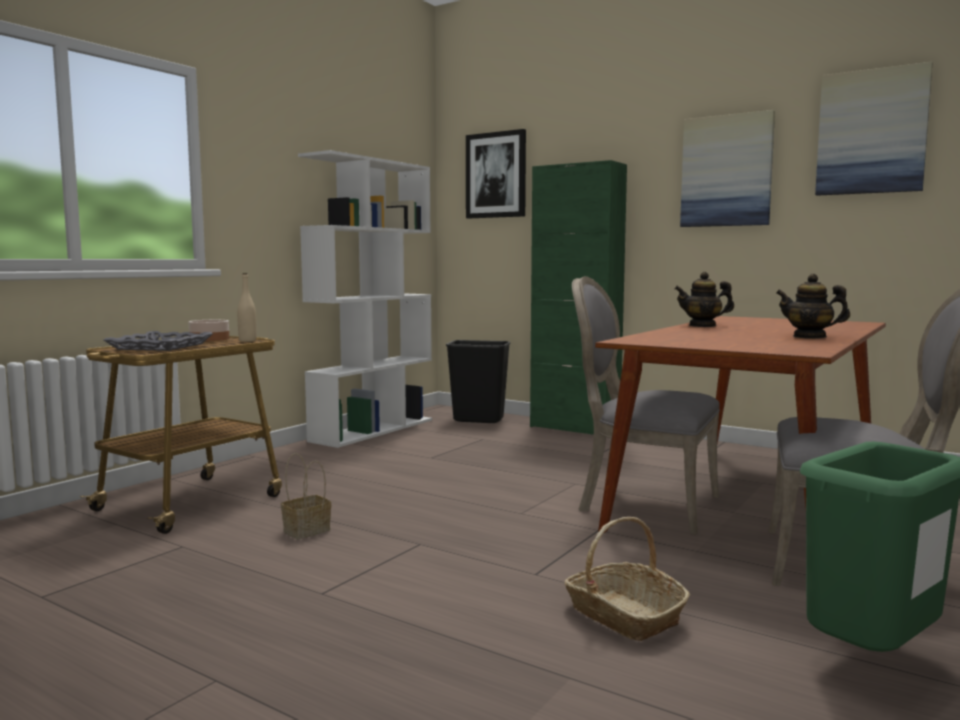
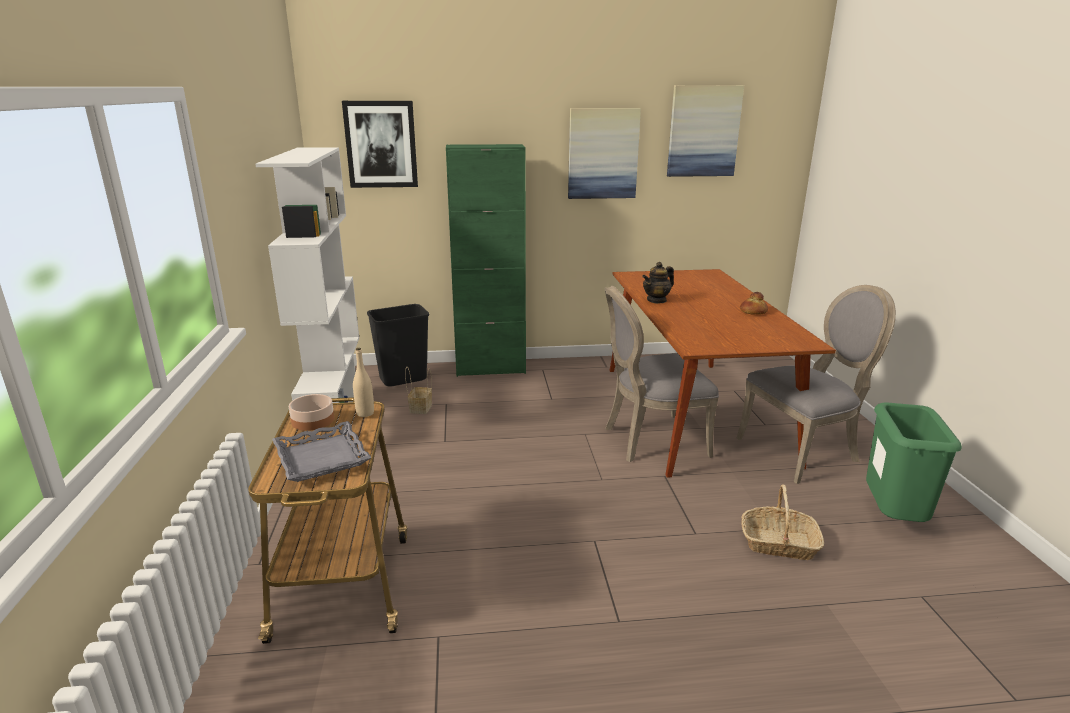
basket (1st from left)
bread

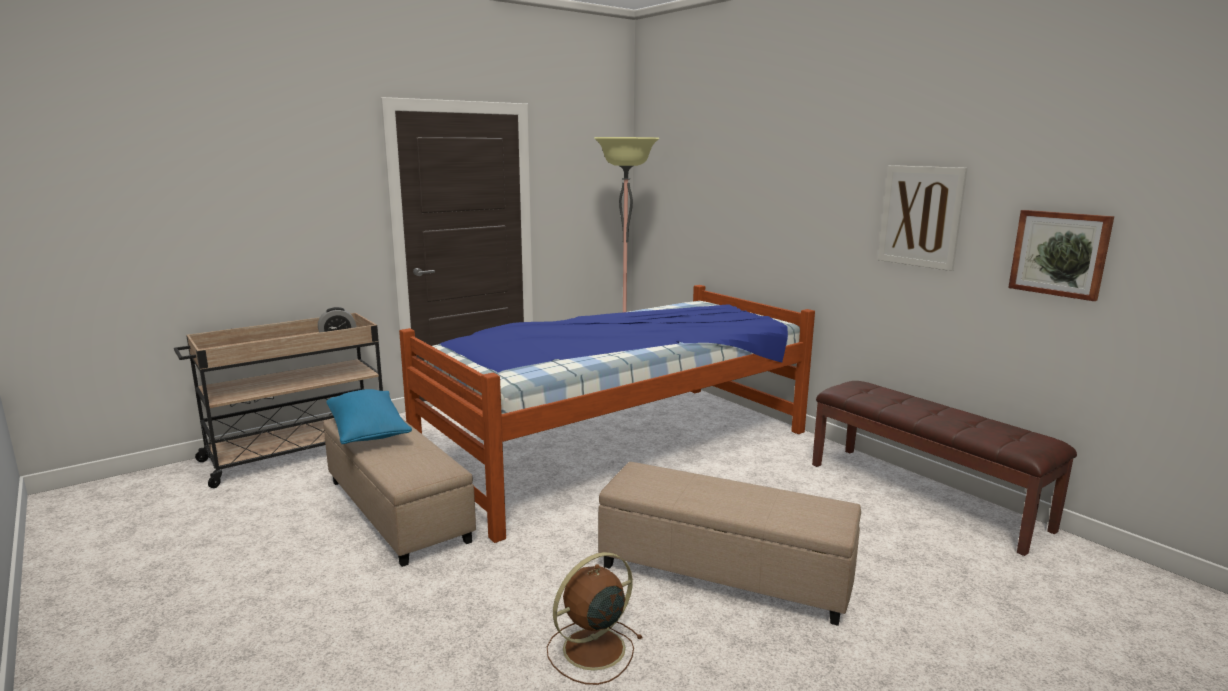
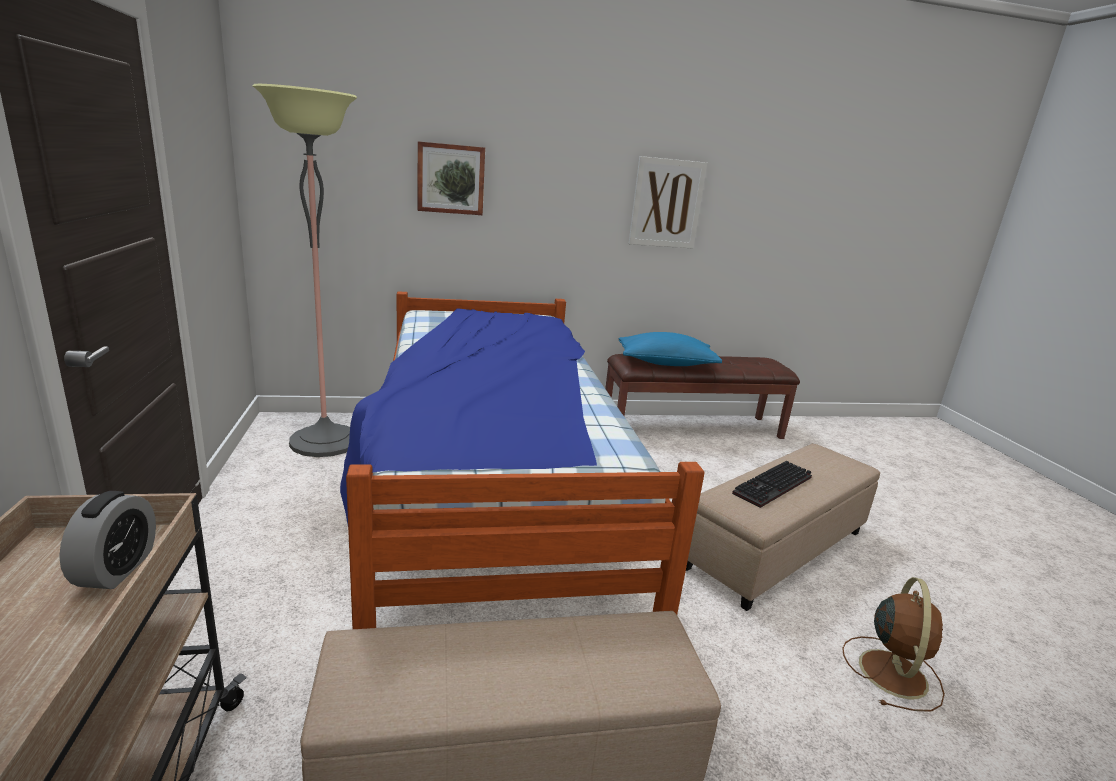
blue pillow
brown fan
picture (1st from left)
keyboard

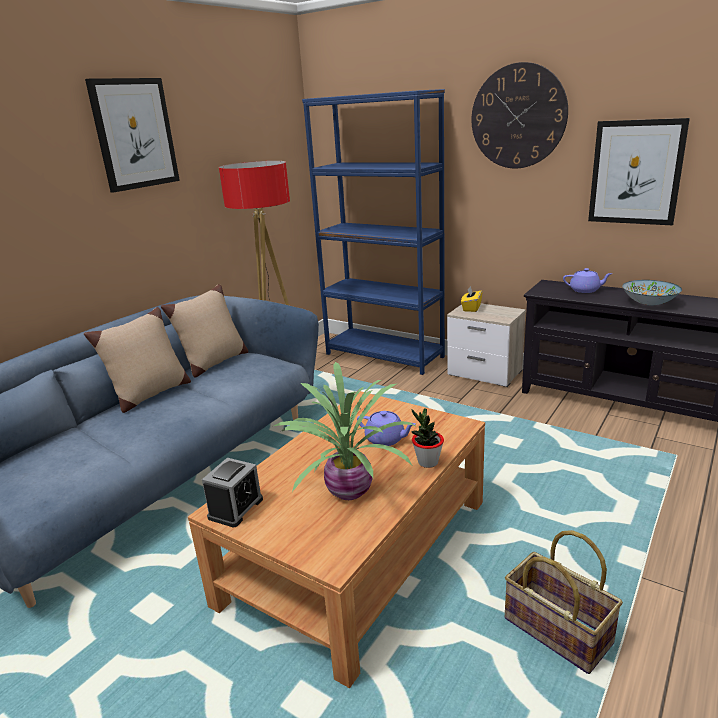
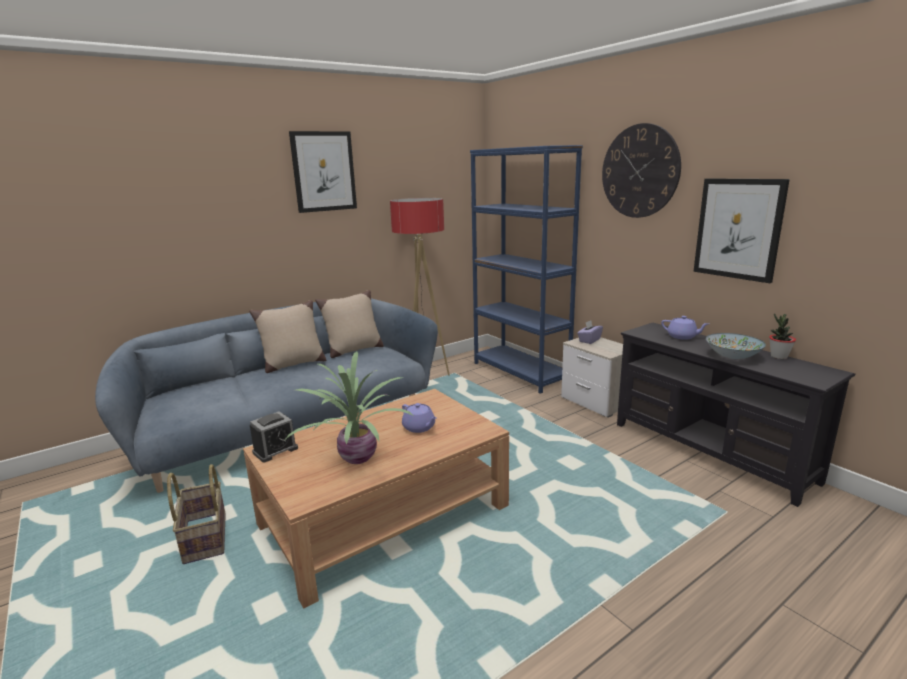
potted plant (2nd from left)
purple tissue box
basket

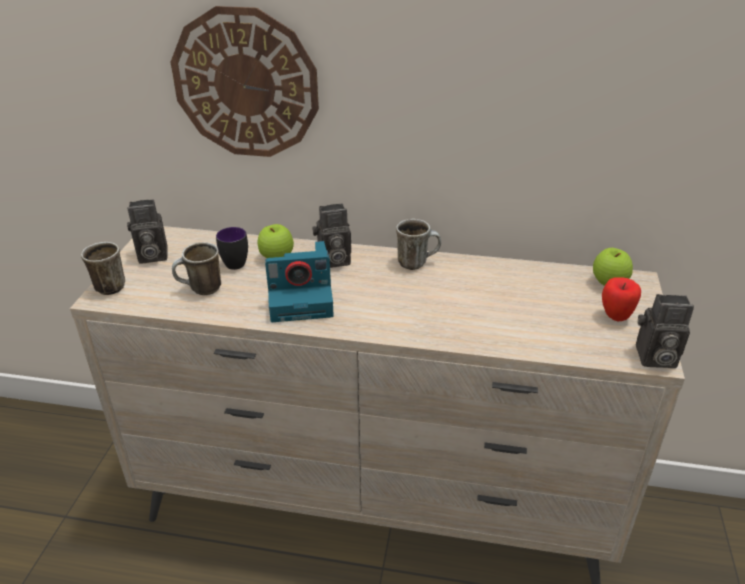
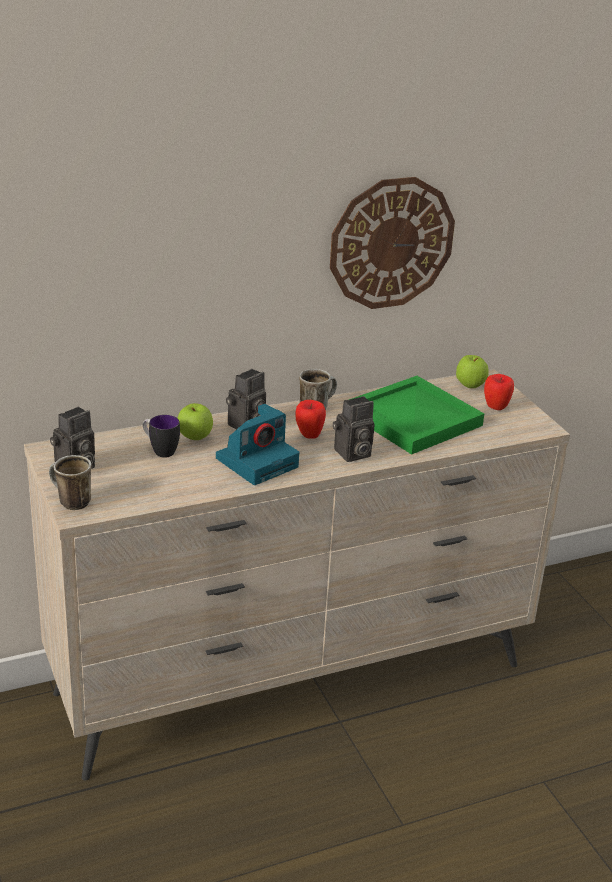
wall clock
mug (2nd from left in the first image)
photo camera (4th from left)
apple (2nd from left)
green tray

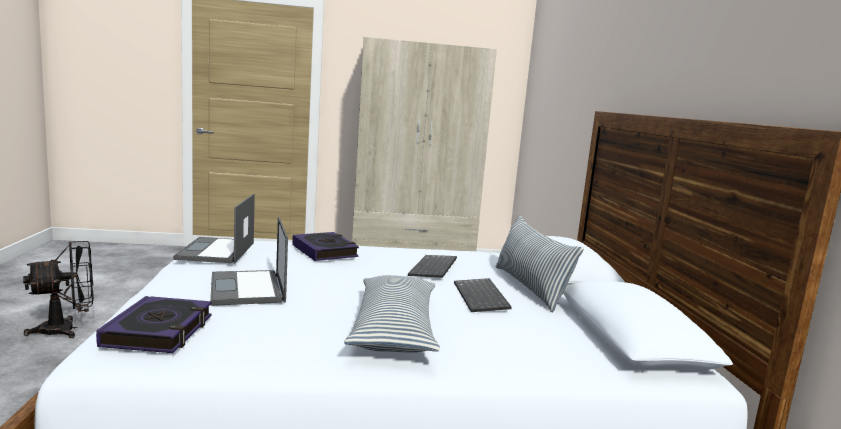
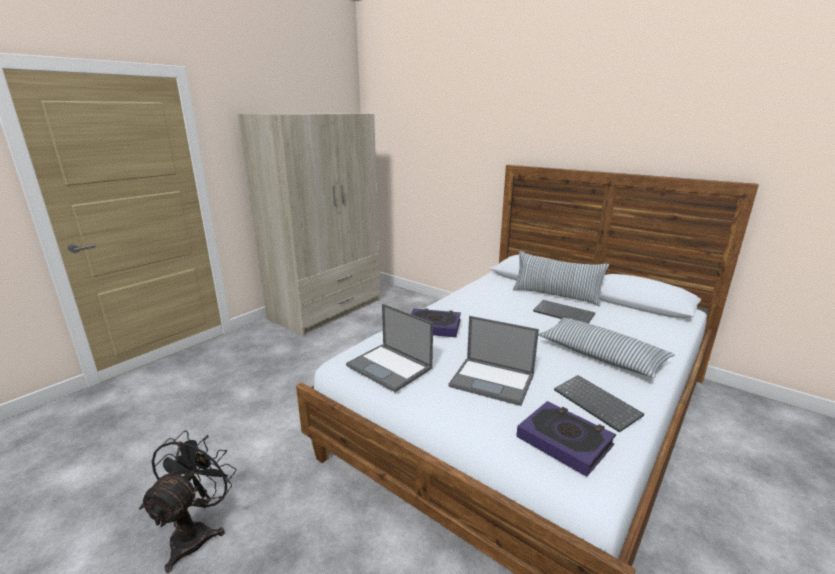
keyboard (2nd from left)

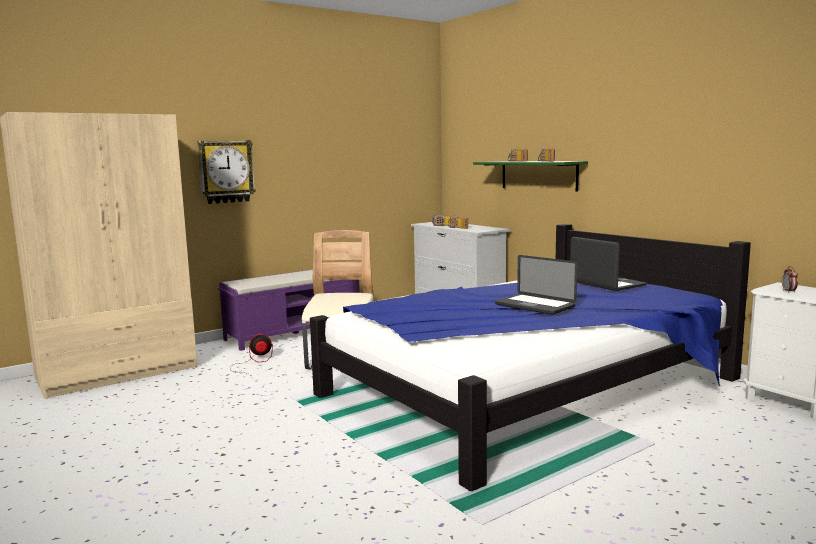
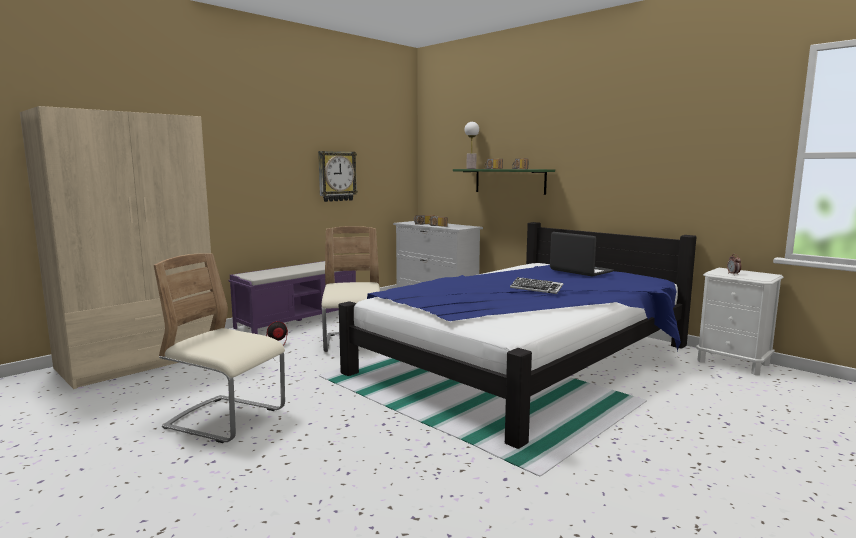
wall clock
keyboard
beige chair (1st from left)
table lamp

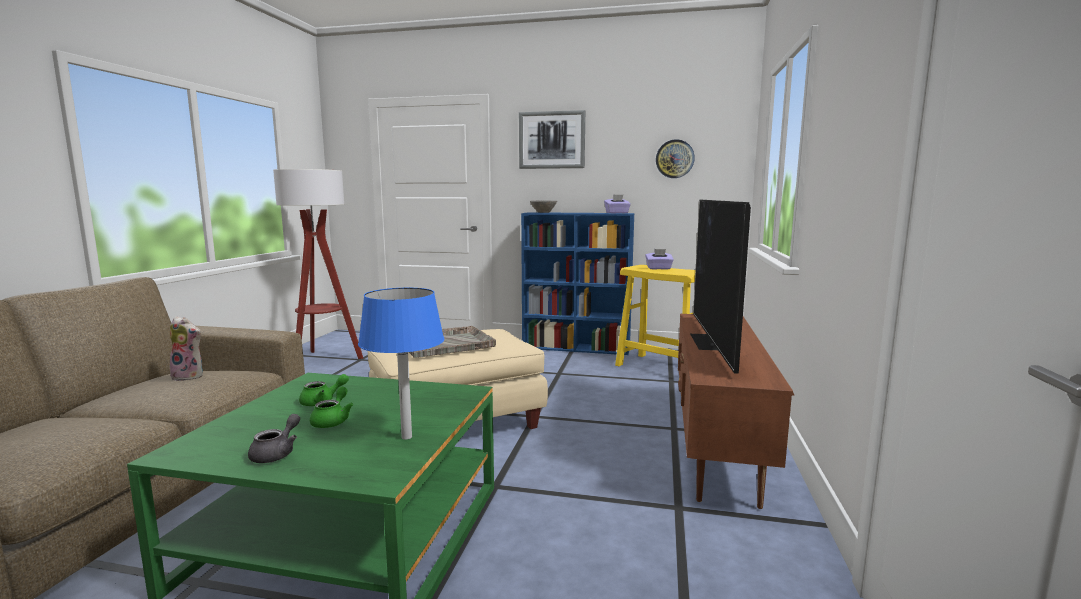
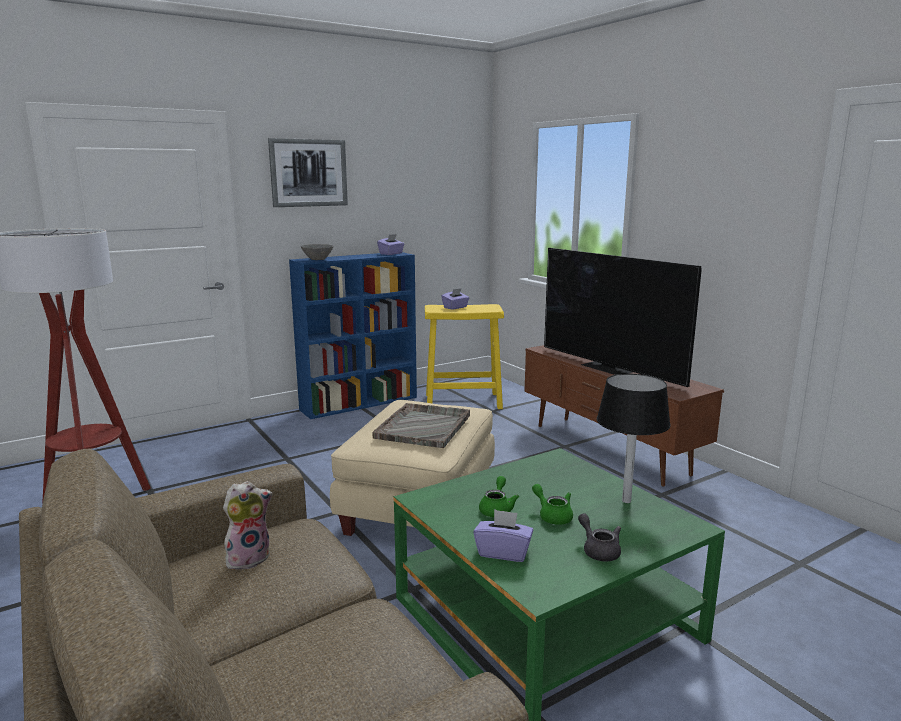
black table lamp
wall clock
purple tissue box (3rd from left)

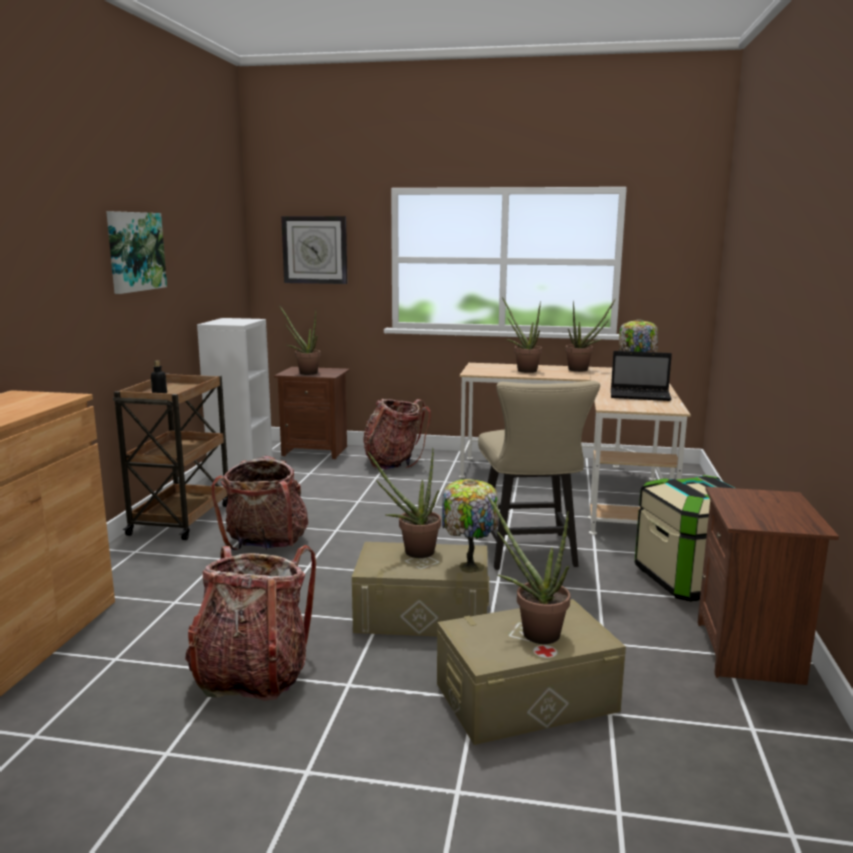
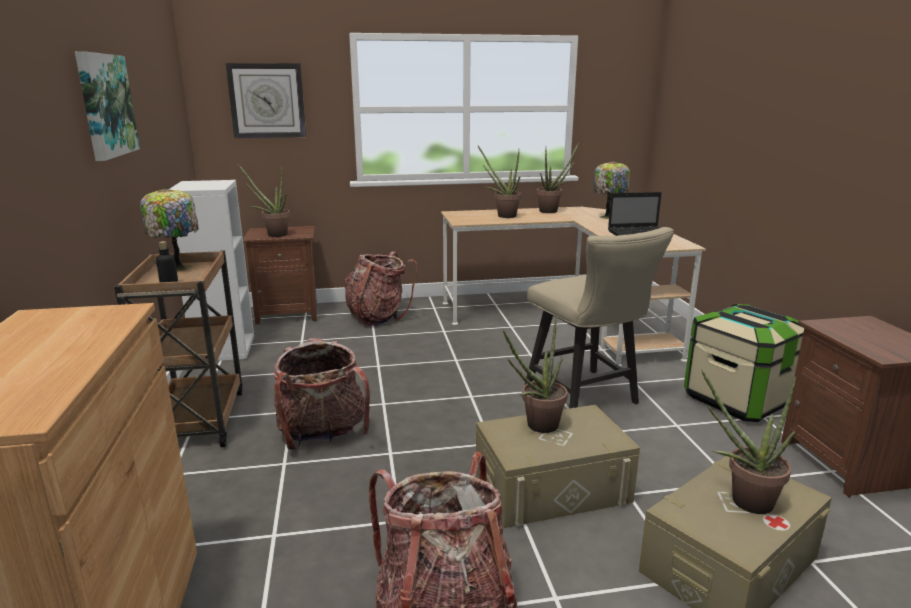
table lamp (1st from left)

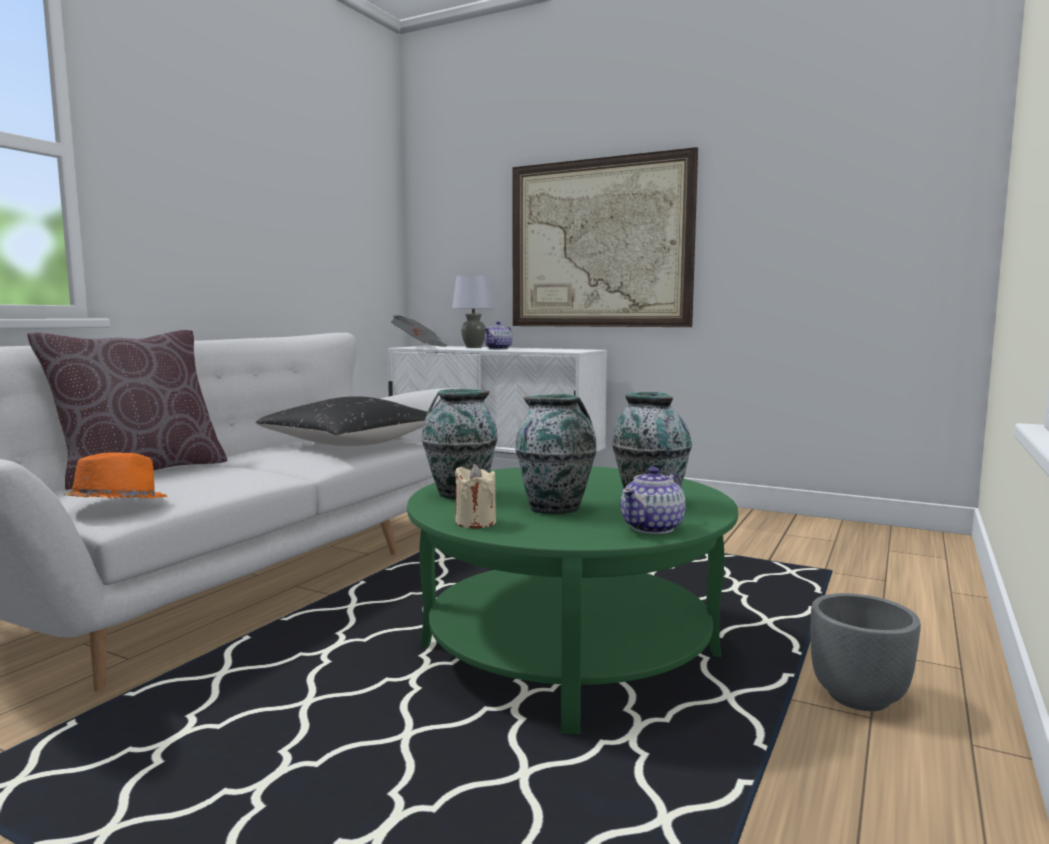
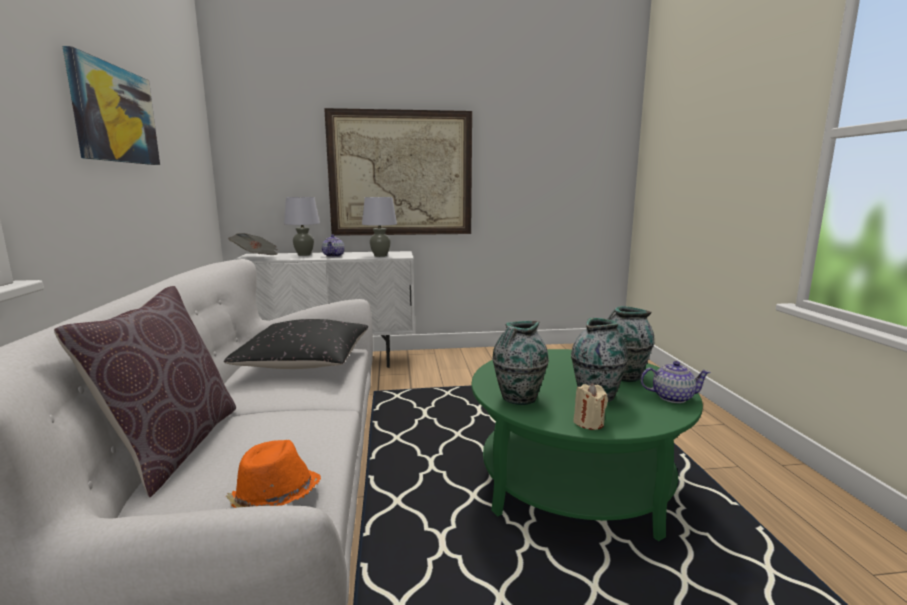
teapot (2nd from left)
grey planter
picture (1st from left)
grey table lamp (2nd from left)

